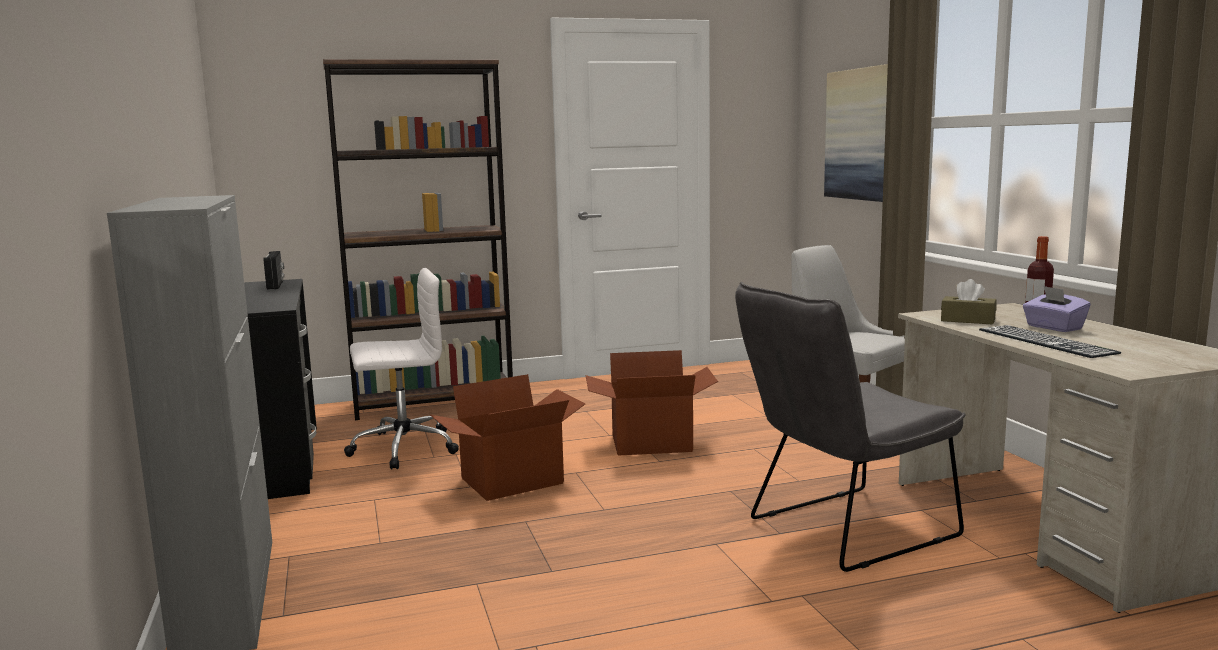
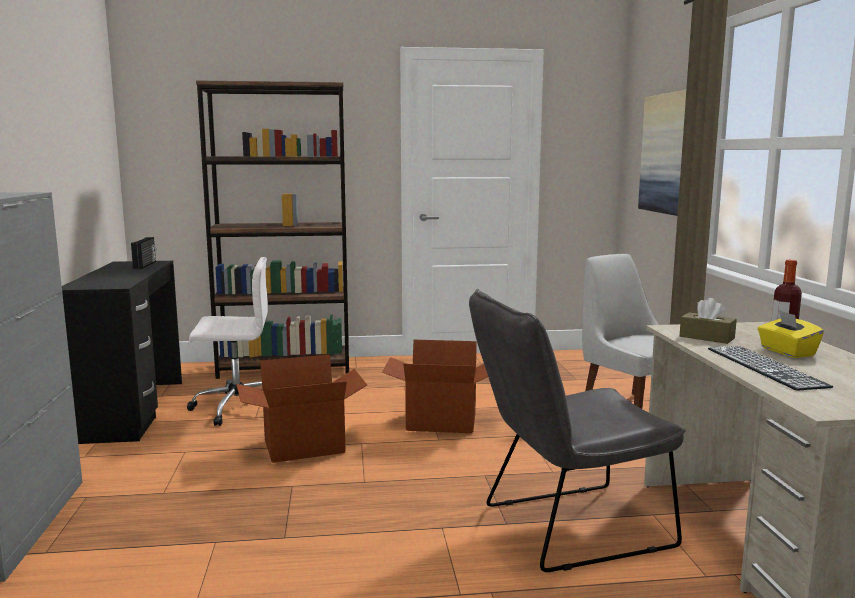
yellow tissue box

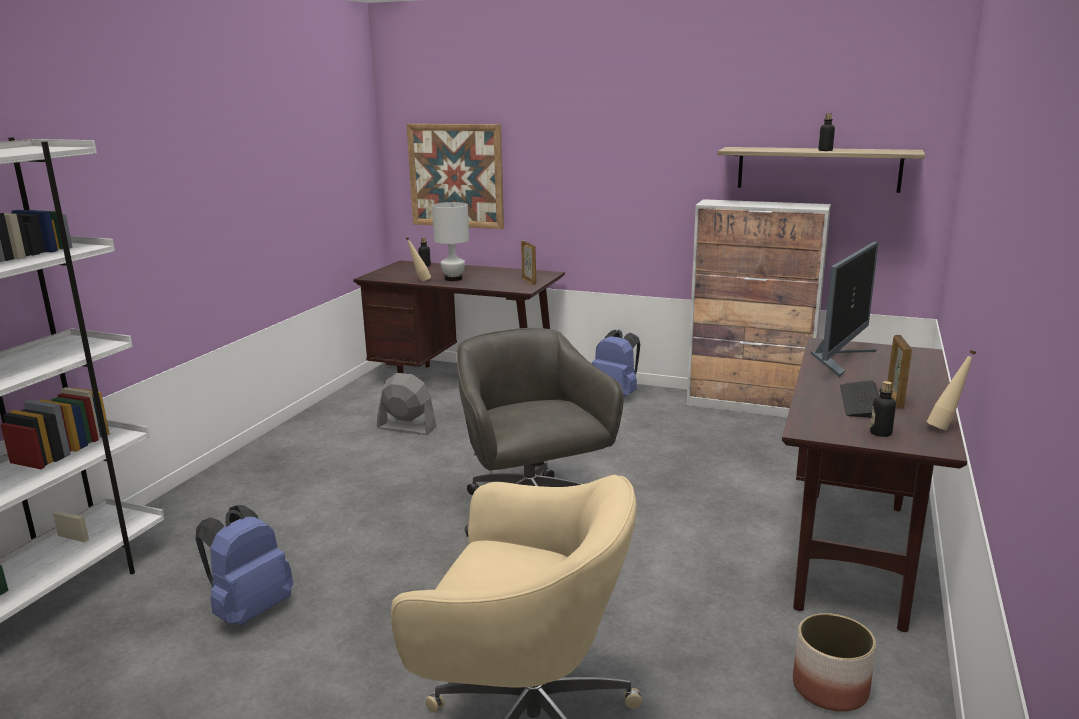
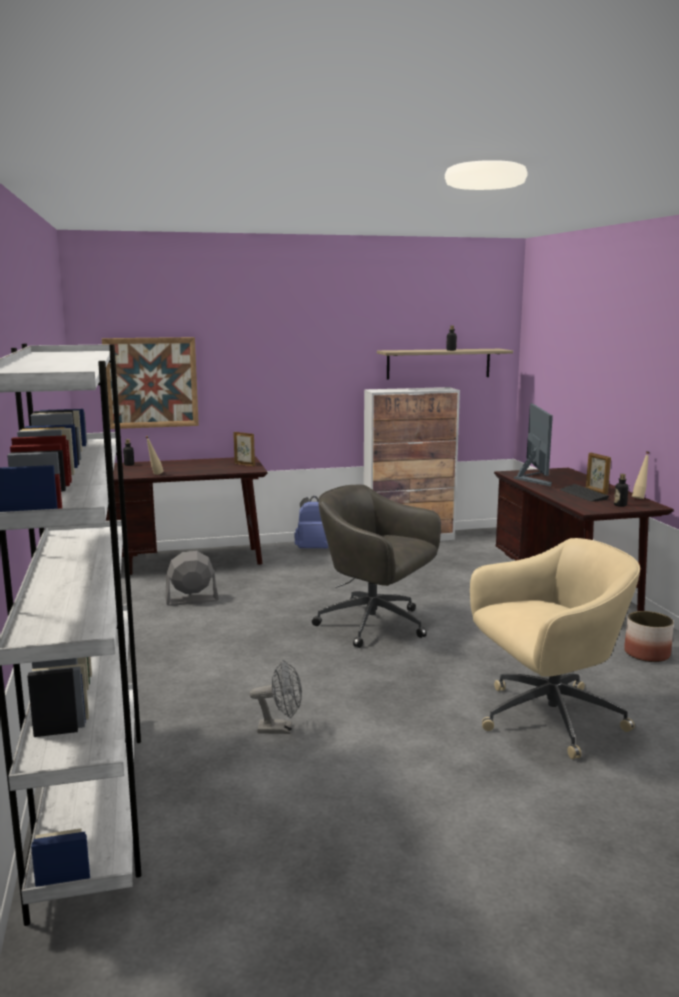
grey fan (2nd from left)
white table lamp

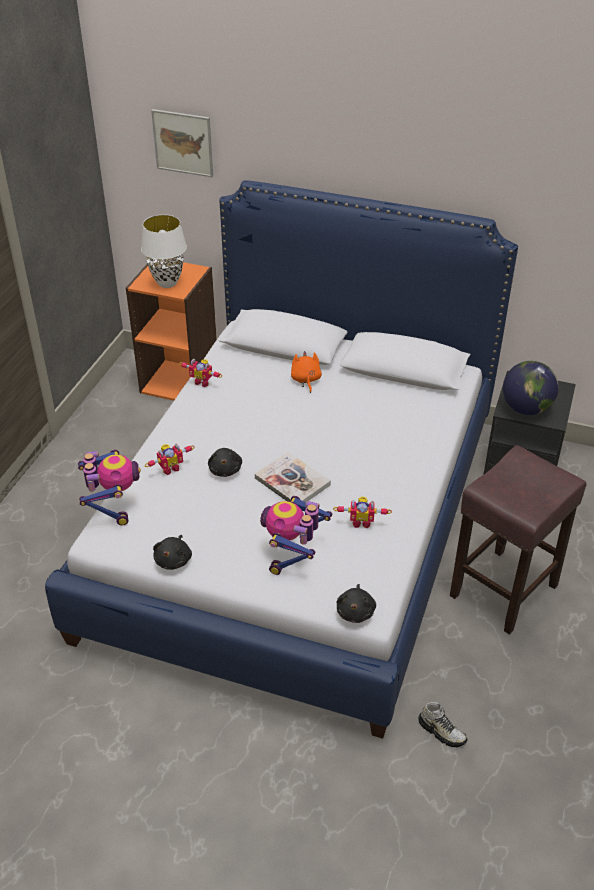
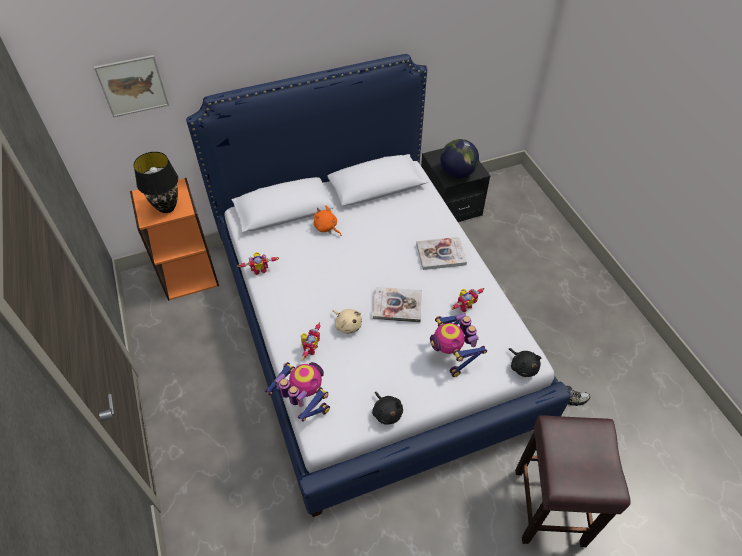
black table lamp
beige plush toy
brown stool
book (2nd from left)

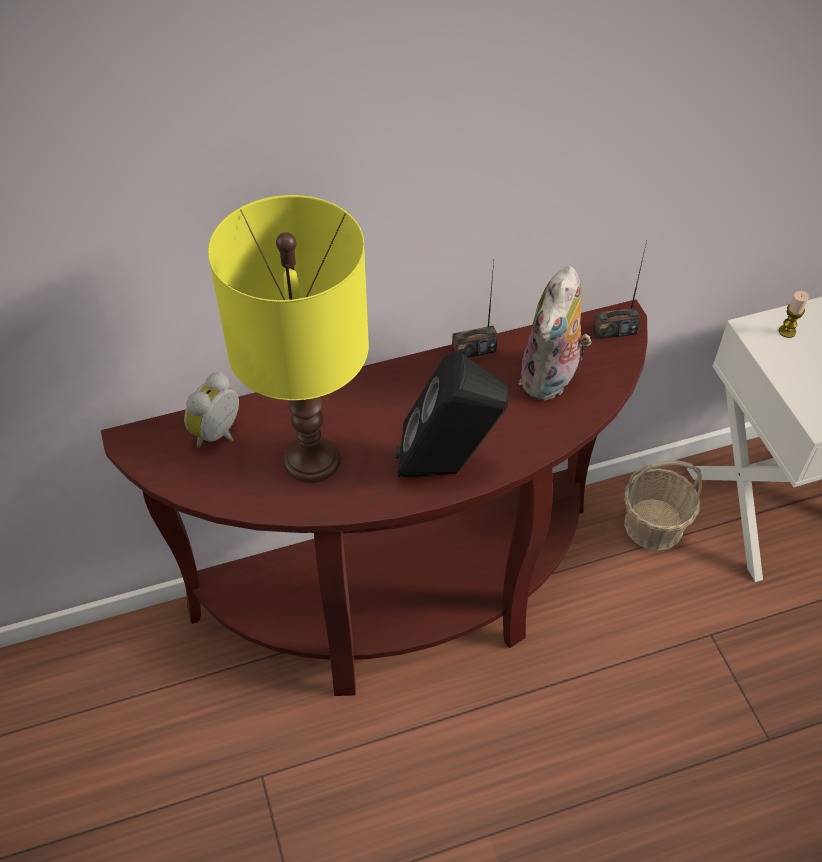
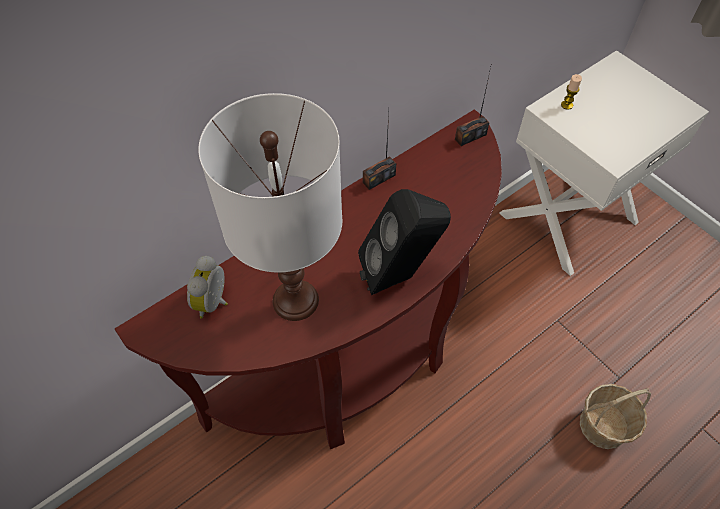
white table lamp
plush toy
basket

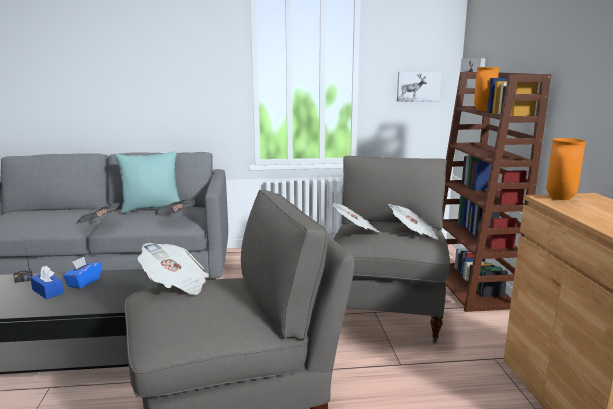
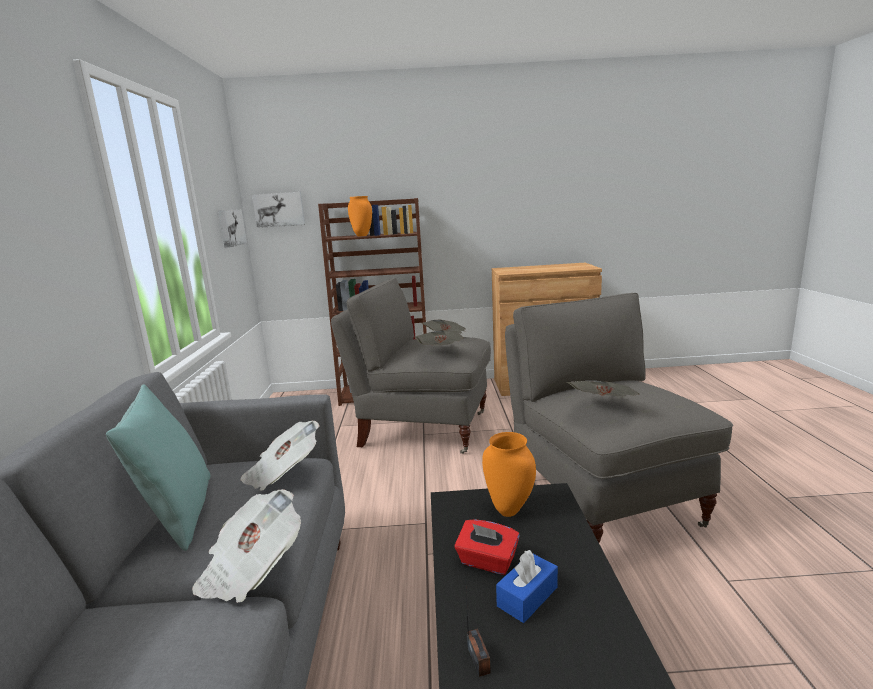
red tissue box
orange vase (2nd from left)

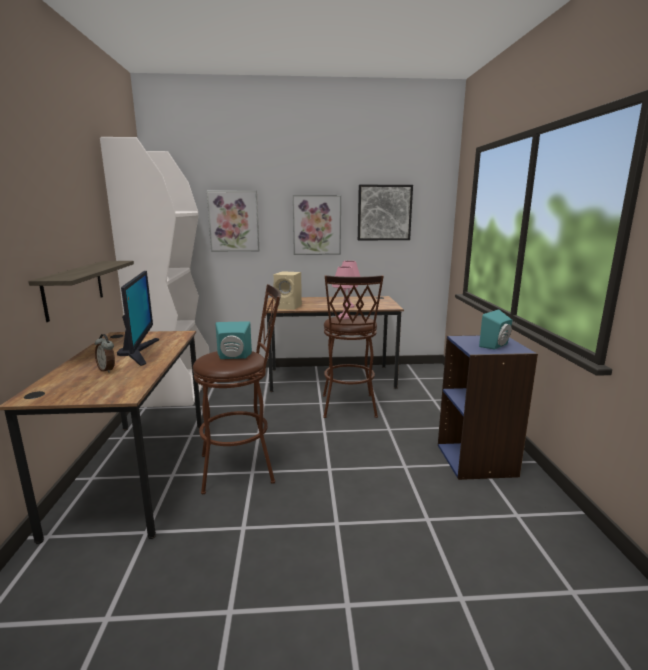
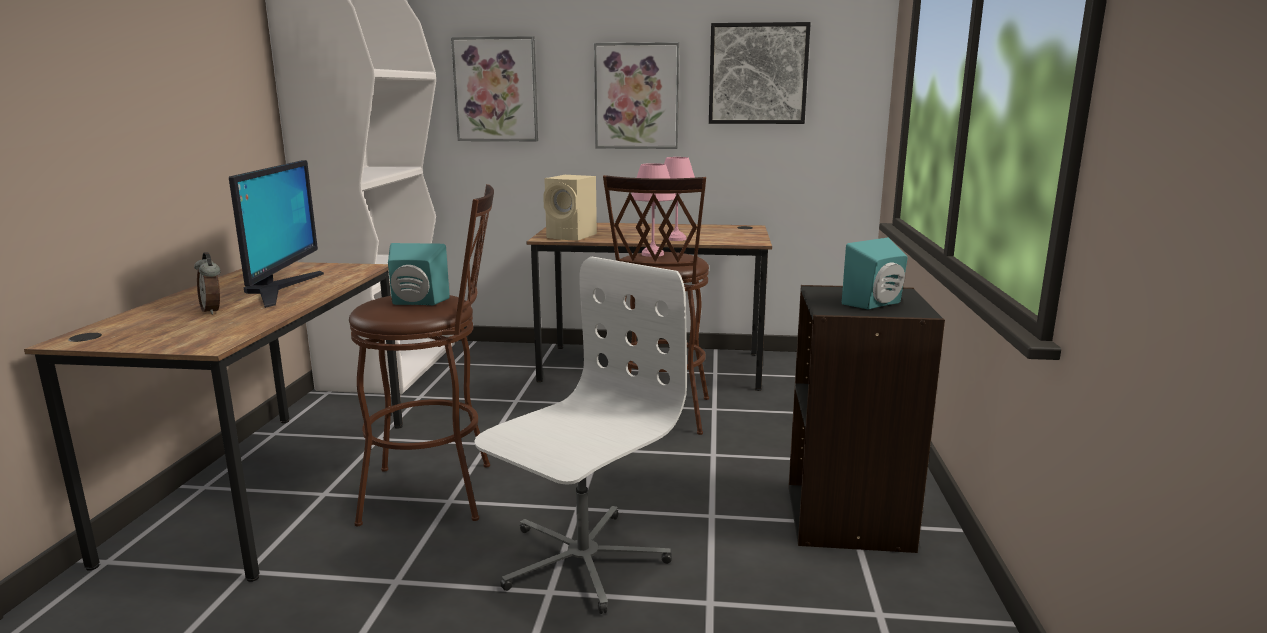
shelf
black bookcase
white office chair

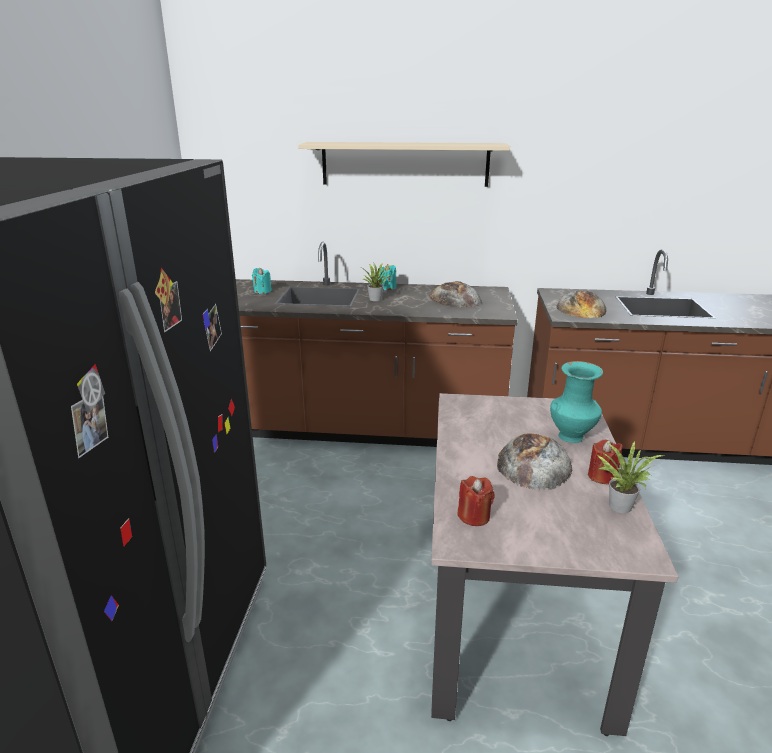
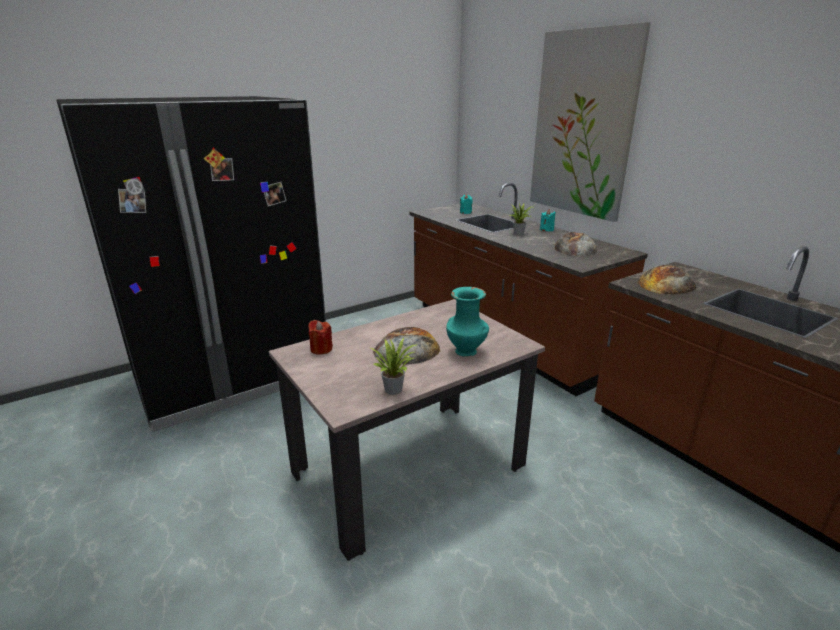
picture
red candle (2nd from left in the first image)

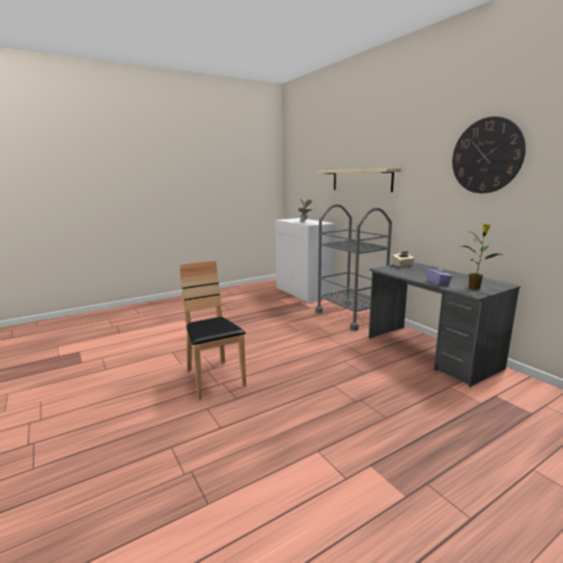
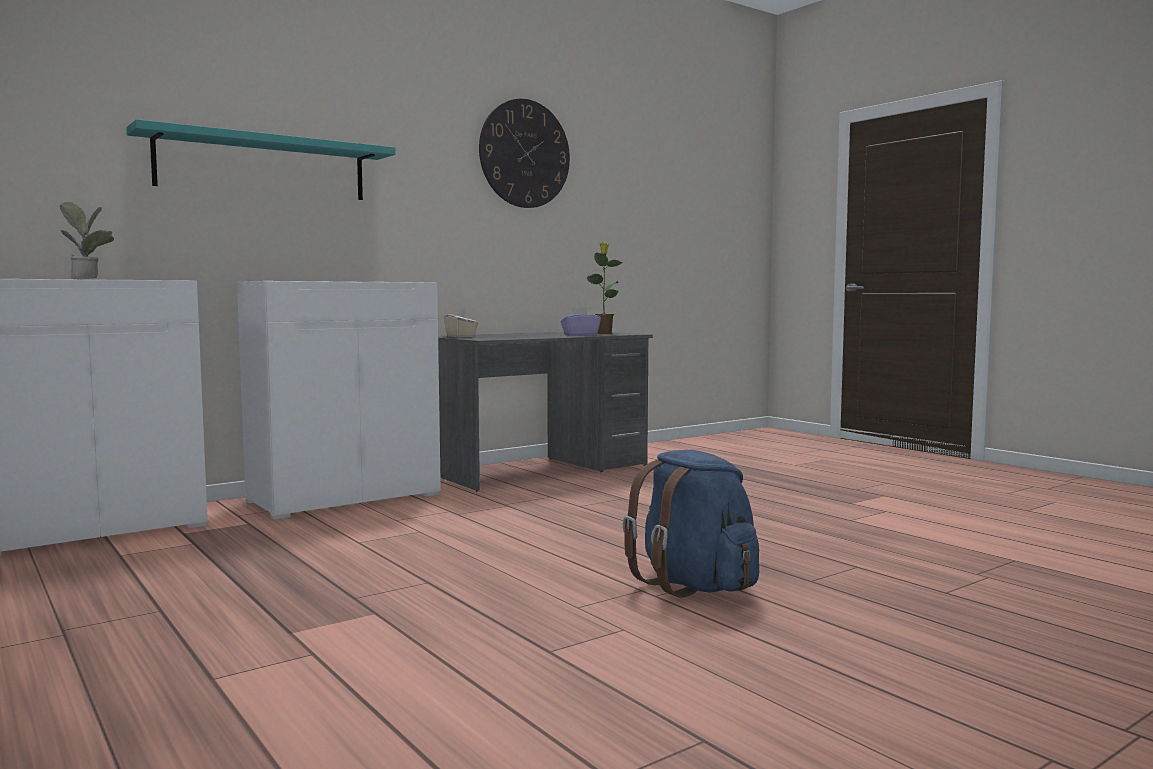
blue backpack
white cabinet (2nd from left)
turquoise shelf

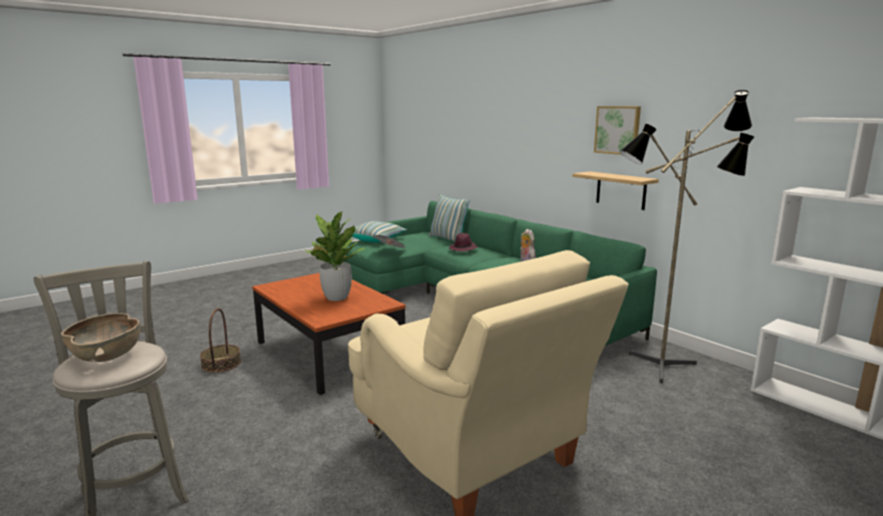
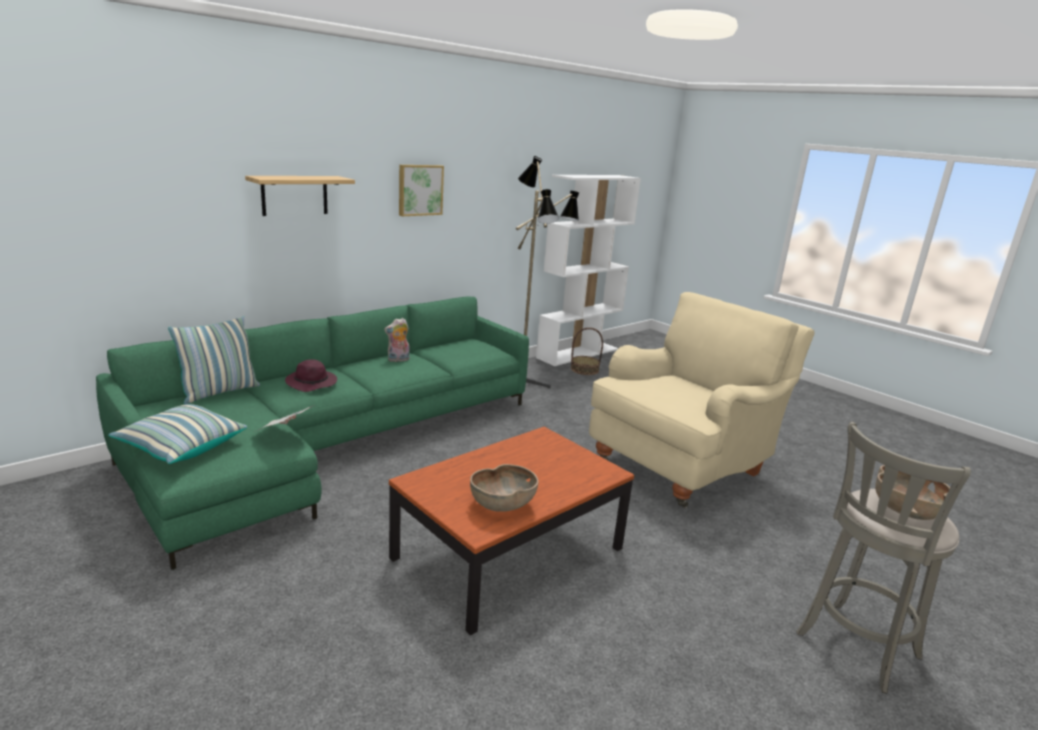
basket
potted plant
shelf
brown bowl (1st from left)

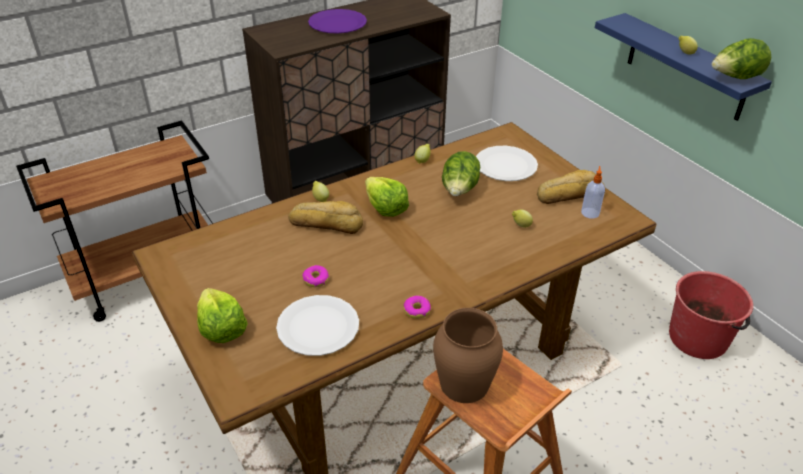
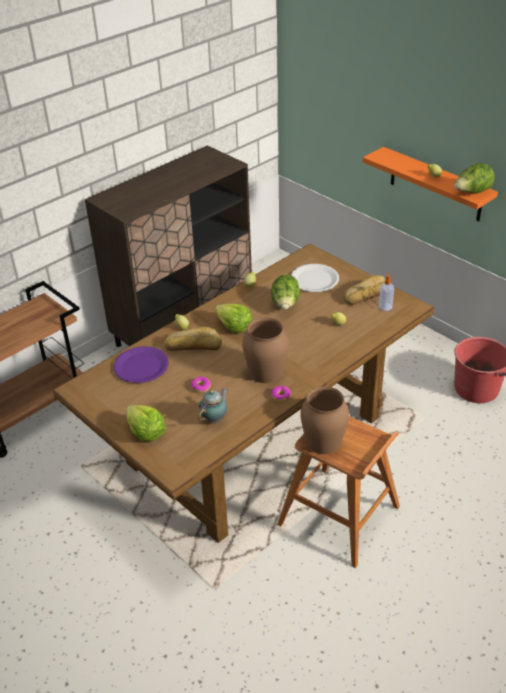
teapot
purple plate
orange shelf
brown vase (1st from left)

